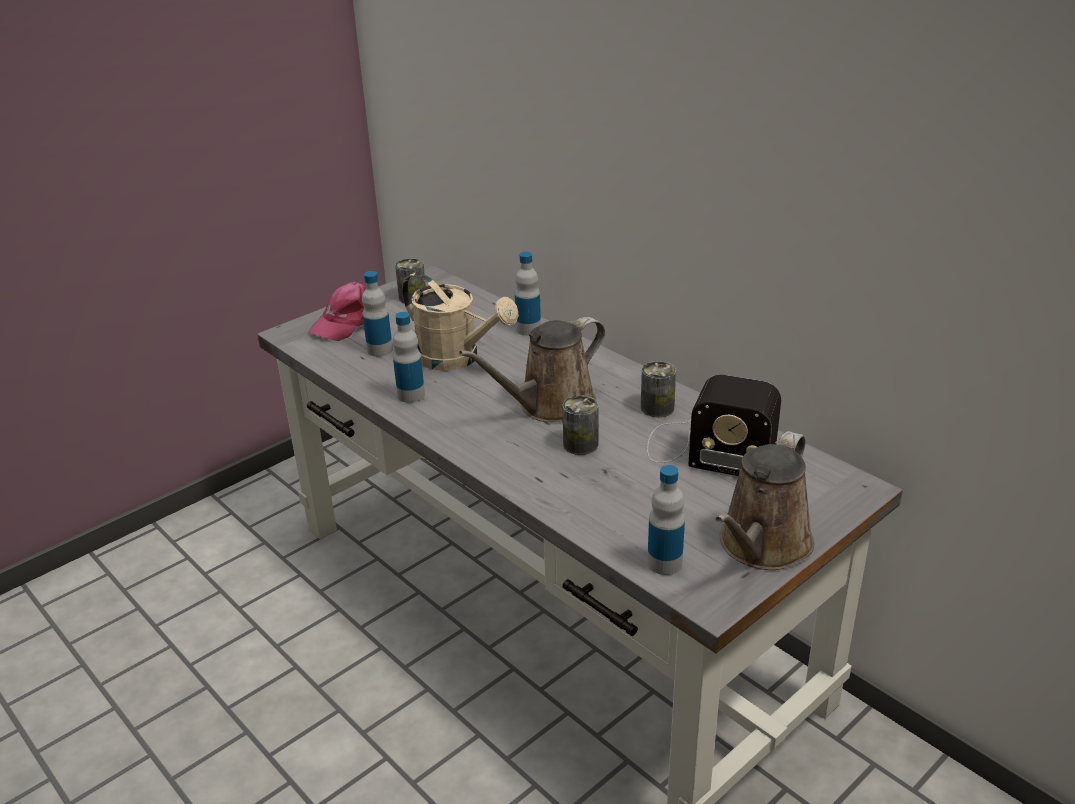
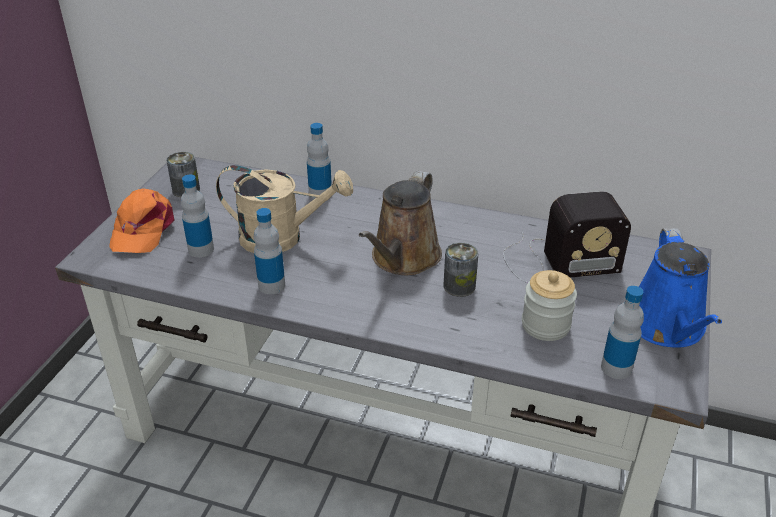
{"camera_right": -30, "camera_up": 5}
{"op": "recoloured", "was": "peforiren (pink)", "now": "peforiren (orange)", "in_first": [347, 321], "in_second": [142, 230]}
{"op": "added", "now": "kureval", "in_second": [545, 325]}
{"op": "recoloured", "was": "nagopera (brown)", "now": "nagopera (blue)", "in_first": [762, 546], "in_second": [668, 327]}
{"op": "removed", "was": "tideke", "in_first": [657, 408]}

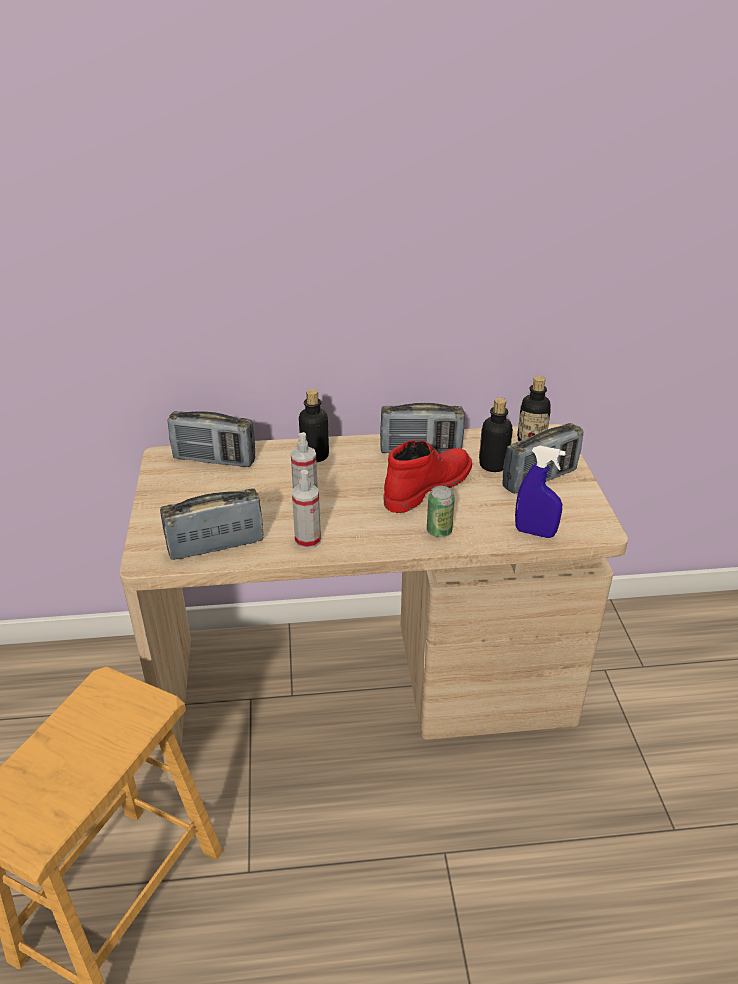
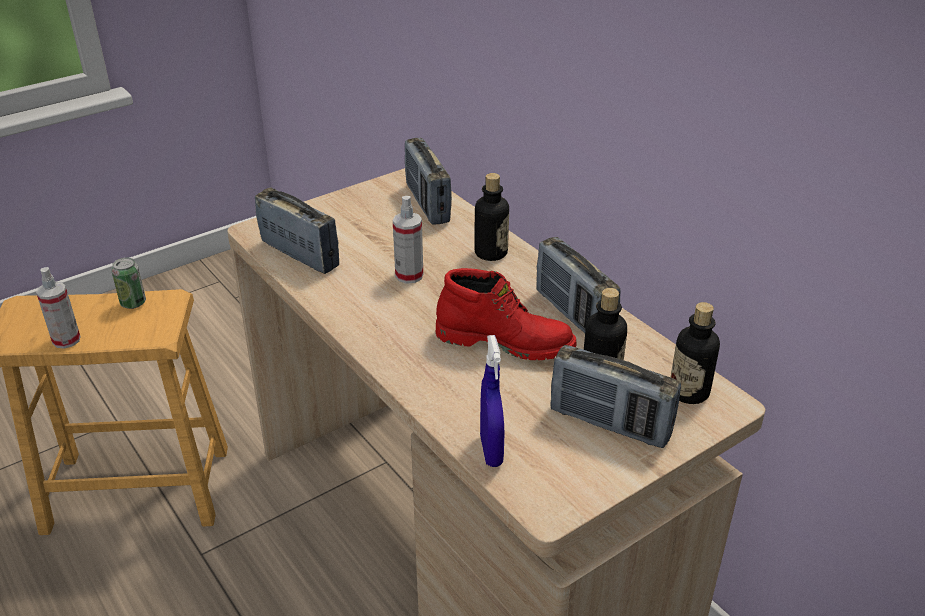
{"camera_right": 60, "camera_up": 0}
{"op": "moved", "was": "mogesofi", "in_first": [308, 540], "in_second": [66, 340]}
{"op": "moved", "was": "tideke", "in_first": [439, 531], "in_second": [133, 303]}

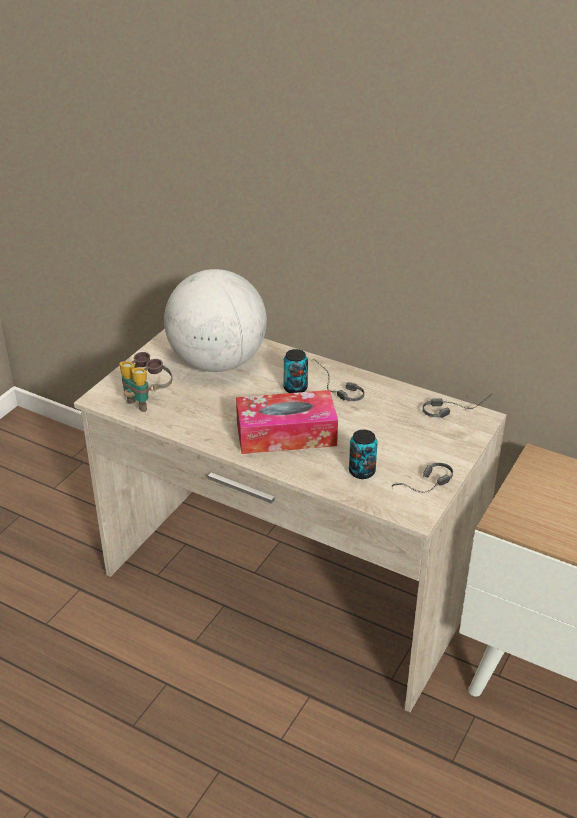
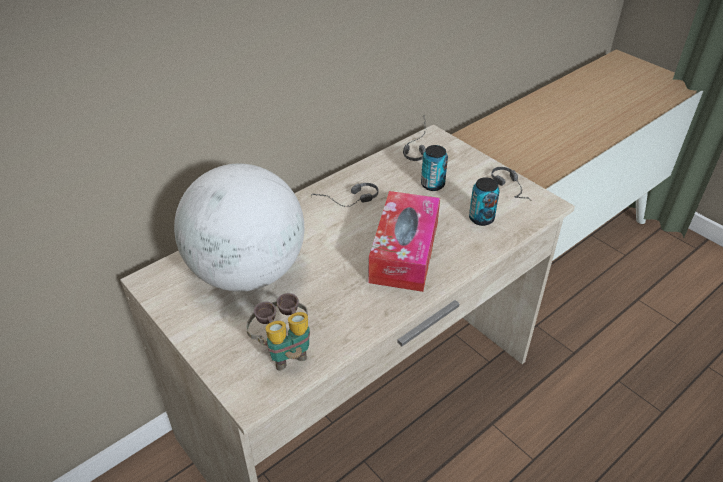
{"camera_right": -70, "camera_up": 5}
{"op": "moved", "was": "tideke", "in_first": [295, 388], "in_second": [432, 184]}

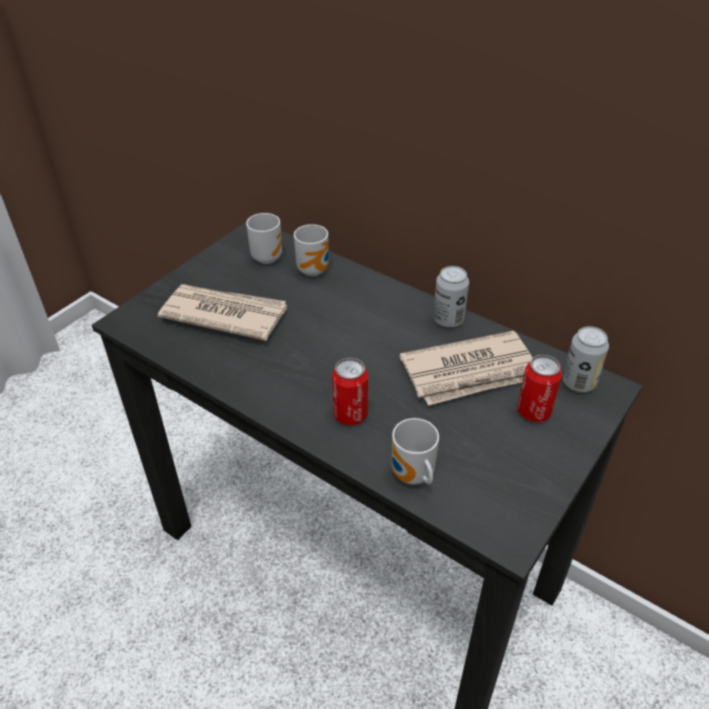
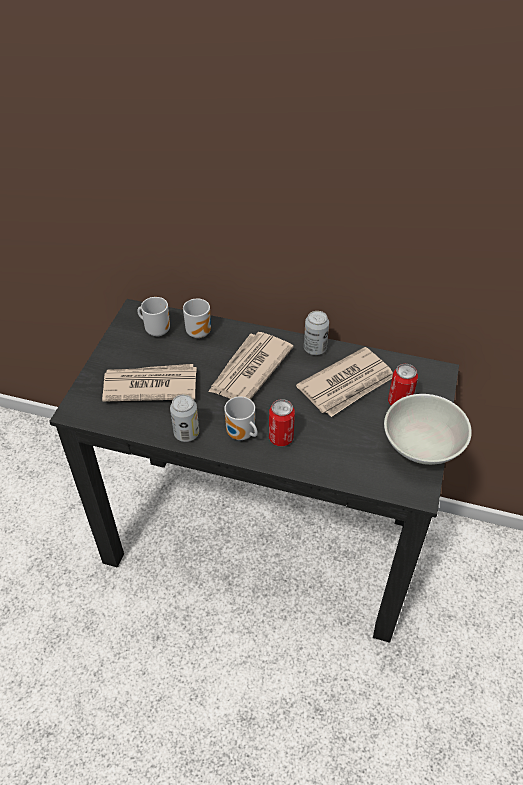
{"camera_right": -20, "camera_up": 5}
{"op": "moved", "was": "tideke", "in_first": [578, 382], "in_second": [186, 433]}
{"op": "added", "now": "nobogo", "in_second": [249, 370]}
{"op": "moved", "was": "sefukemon", "in_first": [412, 477], "in_second": [241, 435]}
{"op": "added", "now": "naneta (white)", "in_second": [422, 451]}

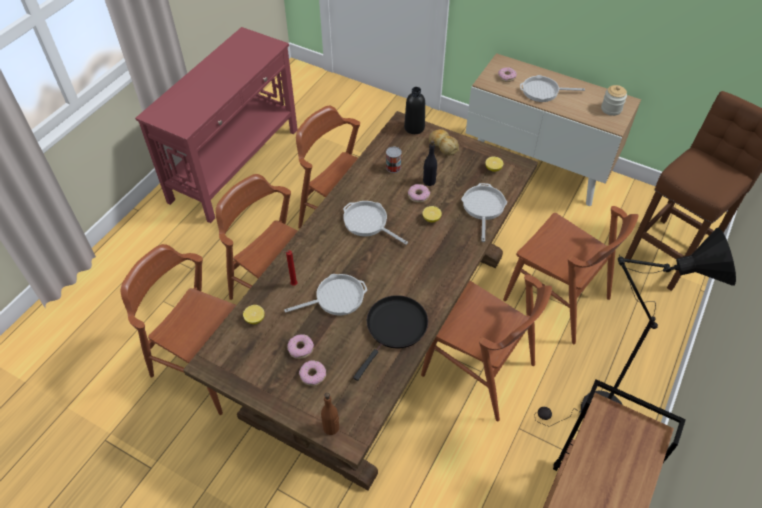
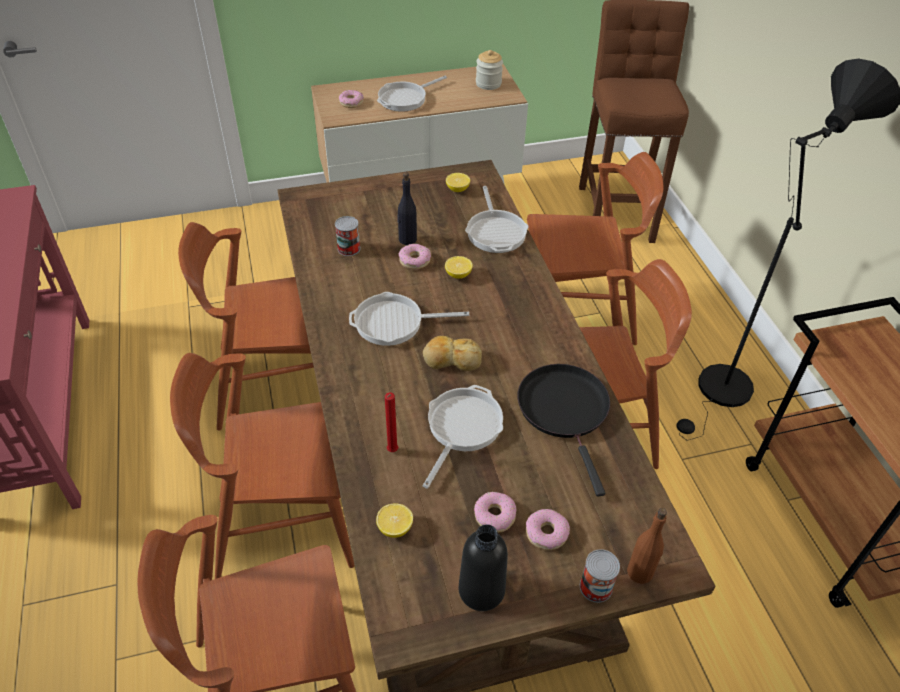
{"camera_right": -45, "camera_up": -5}
{"op": "moved", "was": "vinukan", "in_first": [443, 145], "in_second": [452, 360]}
{"op": "moved", "was": "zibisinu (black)", "in_first": [414, 128], "in_second": [481, 590]}
{"op": "turned", "was": "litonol", "in_first": [483, 207], "in_second": [495, 231], "clockwise": -150}
{"op": "added", "now": "tideke", "in_second": [596, 587]}

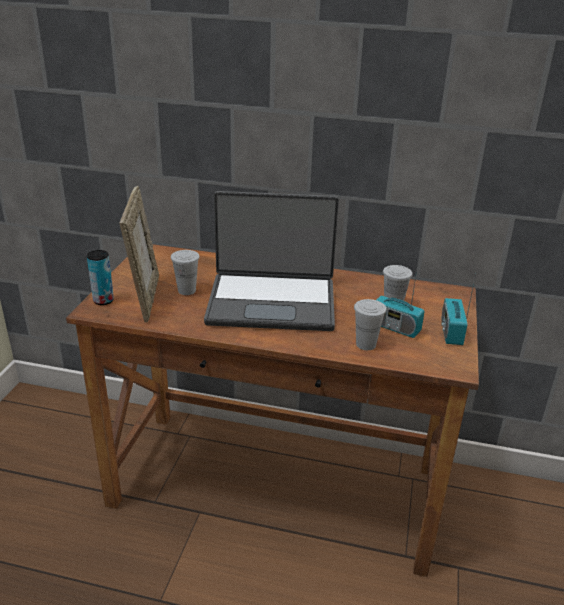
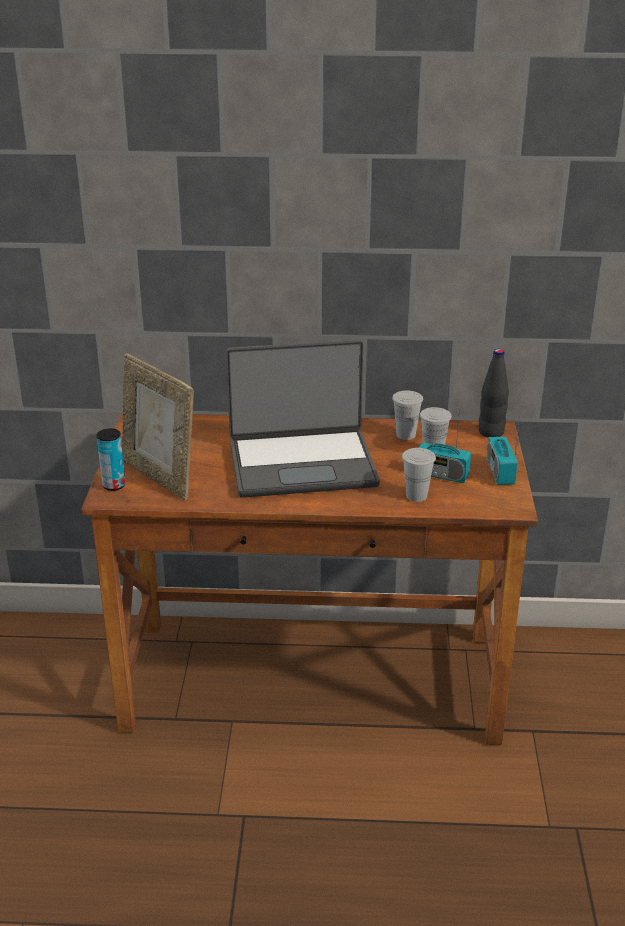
{"camera_right": -10, "camera_up": 0}
{"op": "turned", "was": "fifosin", "in_first": [145, 298], "in_second": [160, 477], "clockwise": 150}
{"op": "moved", "was": "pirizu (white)", "in_first": [186, 290], "in_second": [405, 435]}
{"op": "added", "now": "zibisinu (black)", "in_second": [491, 432]}

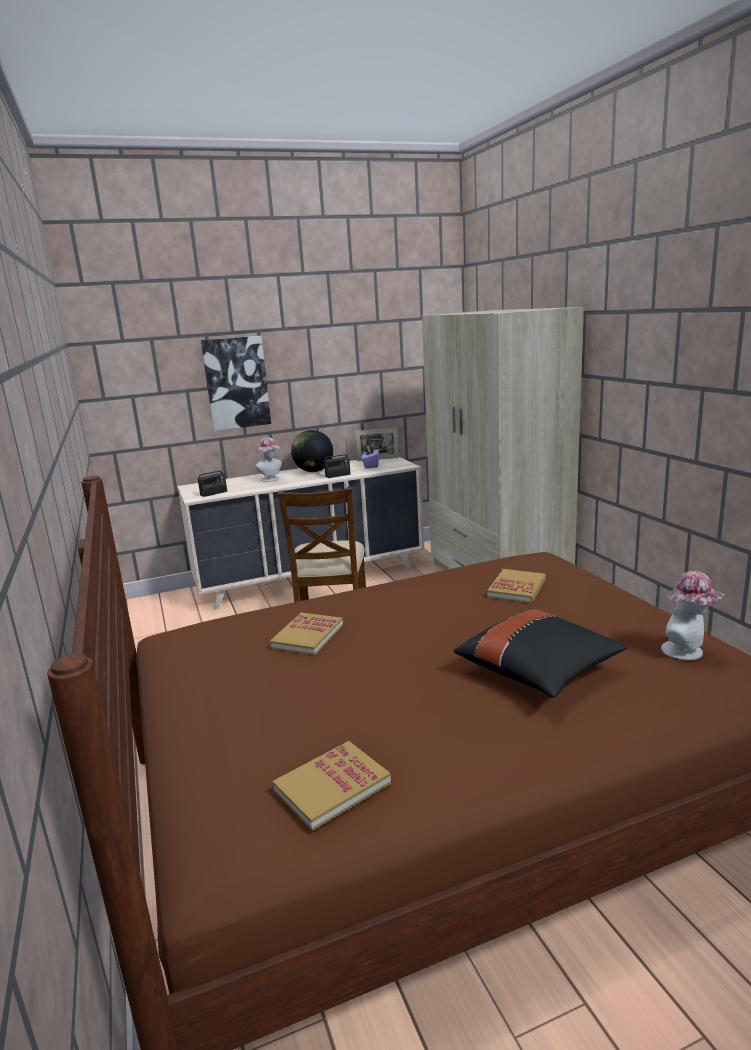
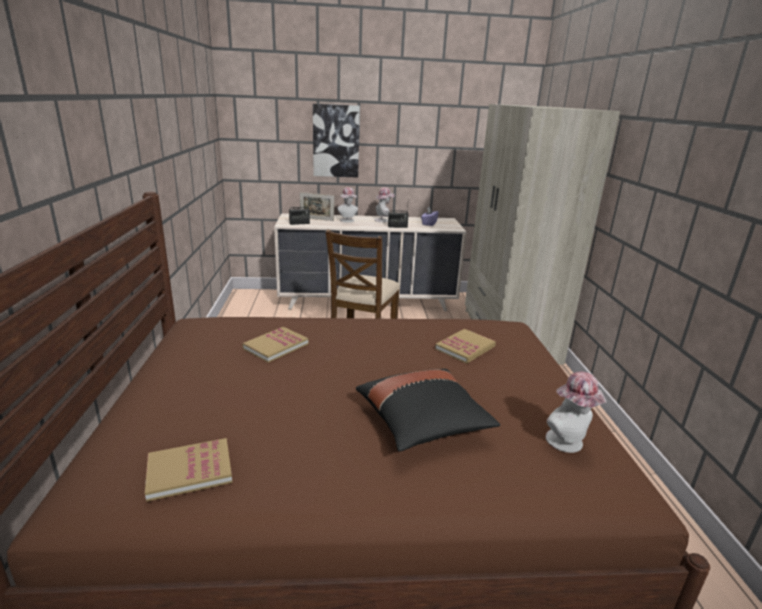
{"camera_right": 15, "camera_up": 5}
{"op": "moved", "was": "fifosin", "in_first": [378, 459], "in_second": [317, 219]}
{"op": "replaced", "was": "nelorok", "now": "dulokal", "in_first": [314, 471], "in_second": [383, 220]}

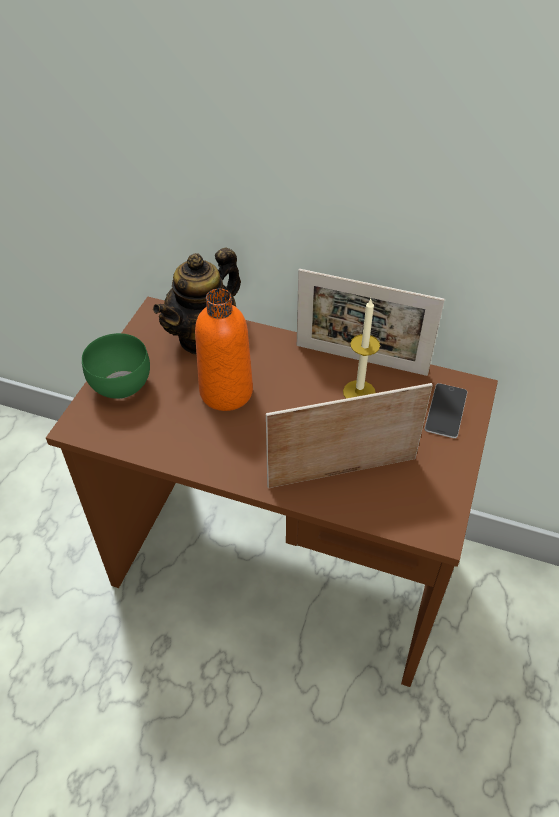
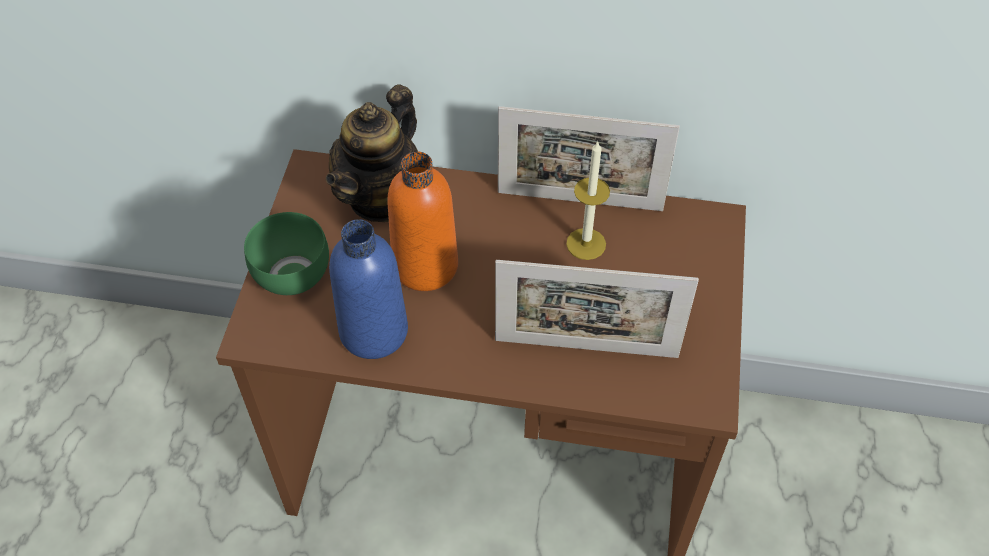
{"camera_right": -10, "camera_up": 5}
{"op": "added", "now": "zibisinu (blue)", "in_second": [373, 331]}
{"op": "turned", "was": "fifosin", "in_first": [342, 472], "in_second": [586, 348], "clockwise": -150}
{"op": "removed", "was": "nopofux", "in_first": [446, 410]}

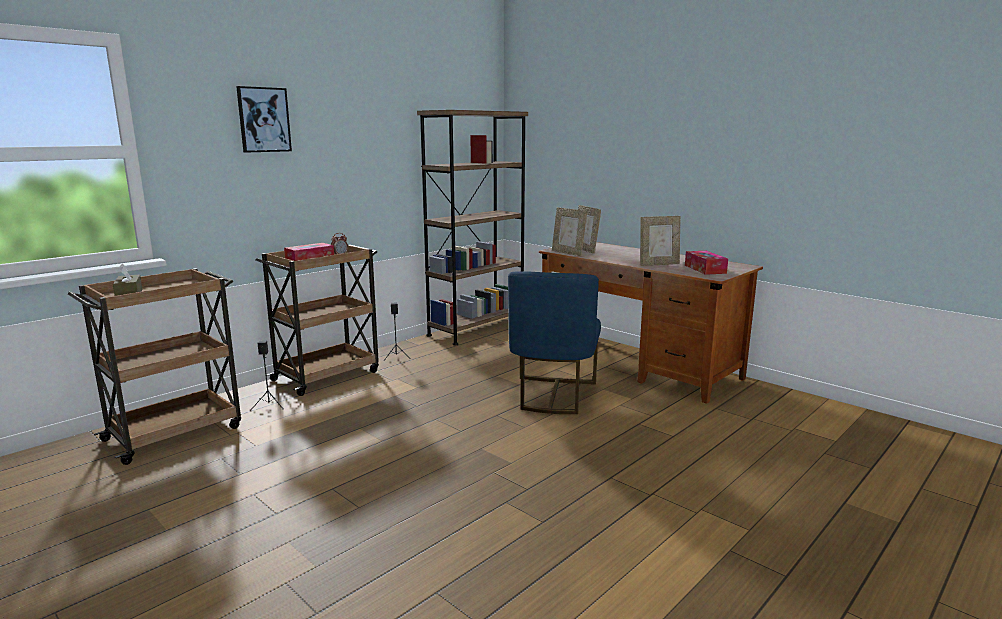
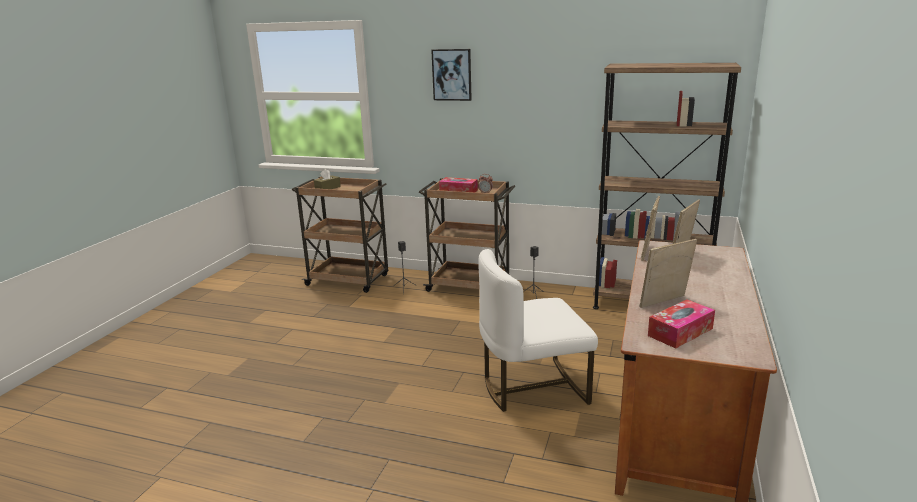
{"camera_right": 65, "camera_up": 5}
{"op": "recoloured", "was": "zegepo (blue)", "now": "zegepo (white)", "in_first": [553, 395], "in_second": [532, 387]}
{"op": "turned", "was": "fifosin", "in_first": [658, 264], "in_second": [664, 303], "clockwise": 105}

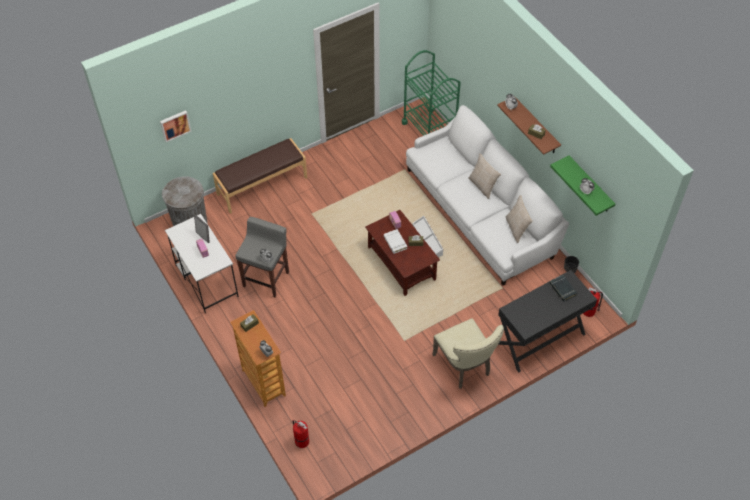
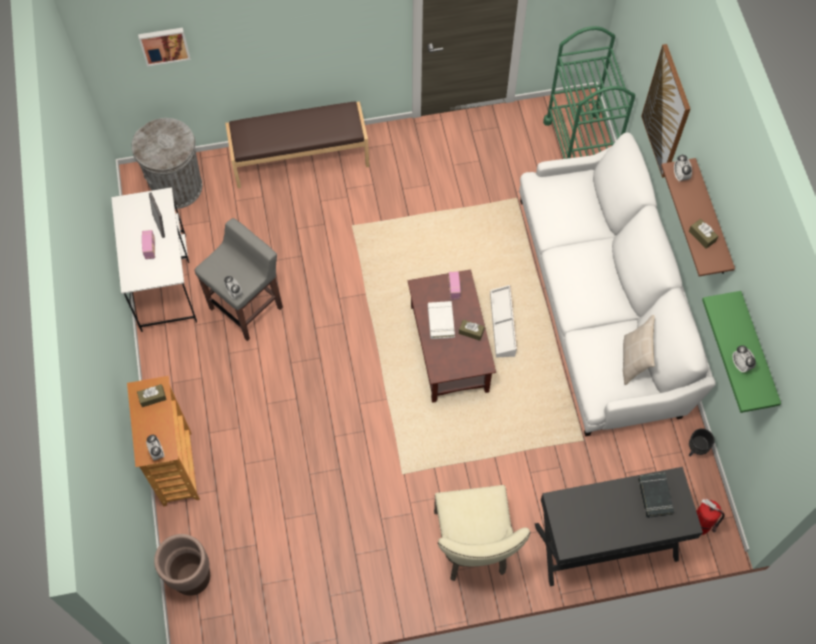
{"camera_right": 20, "camera_up": 10}
{"op": "replaced", "was": "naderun", "now": "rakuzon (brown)", "in_first": [301, 441], "in_second": [192, 578]}
{"op": "added", "now": "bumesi", "in_second": [666, 112]}
{"op": "removed", "was": "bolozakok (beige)", "in_first": [482, 186]}

